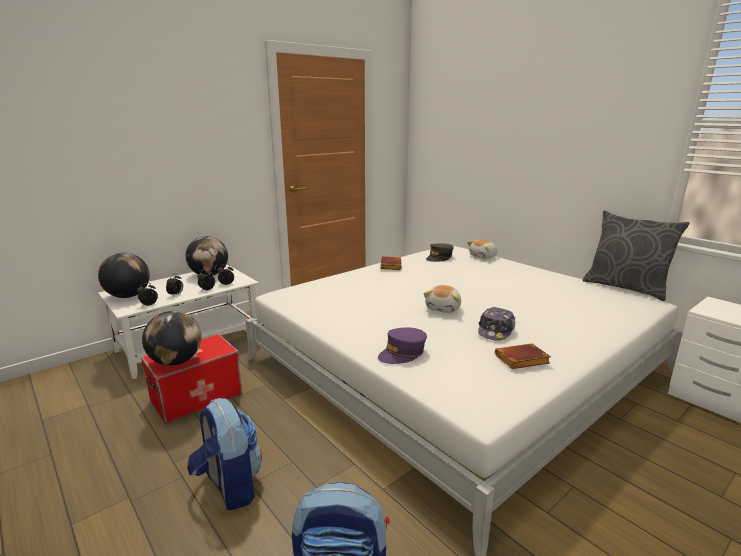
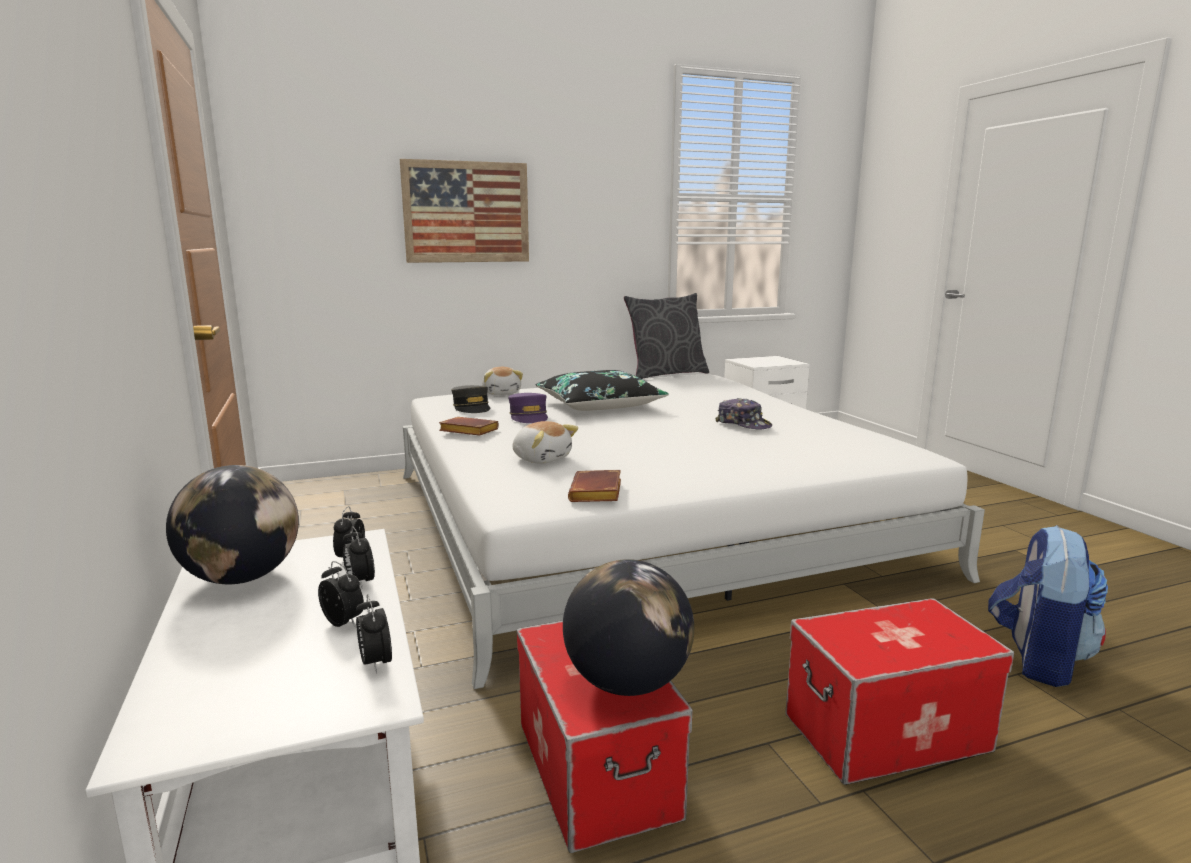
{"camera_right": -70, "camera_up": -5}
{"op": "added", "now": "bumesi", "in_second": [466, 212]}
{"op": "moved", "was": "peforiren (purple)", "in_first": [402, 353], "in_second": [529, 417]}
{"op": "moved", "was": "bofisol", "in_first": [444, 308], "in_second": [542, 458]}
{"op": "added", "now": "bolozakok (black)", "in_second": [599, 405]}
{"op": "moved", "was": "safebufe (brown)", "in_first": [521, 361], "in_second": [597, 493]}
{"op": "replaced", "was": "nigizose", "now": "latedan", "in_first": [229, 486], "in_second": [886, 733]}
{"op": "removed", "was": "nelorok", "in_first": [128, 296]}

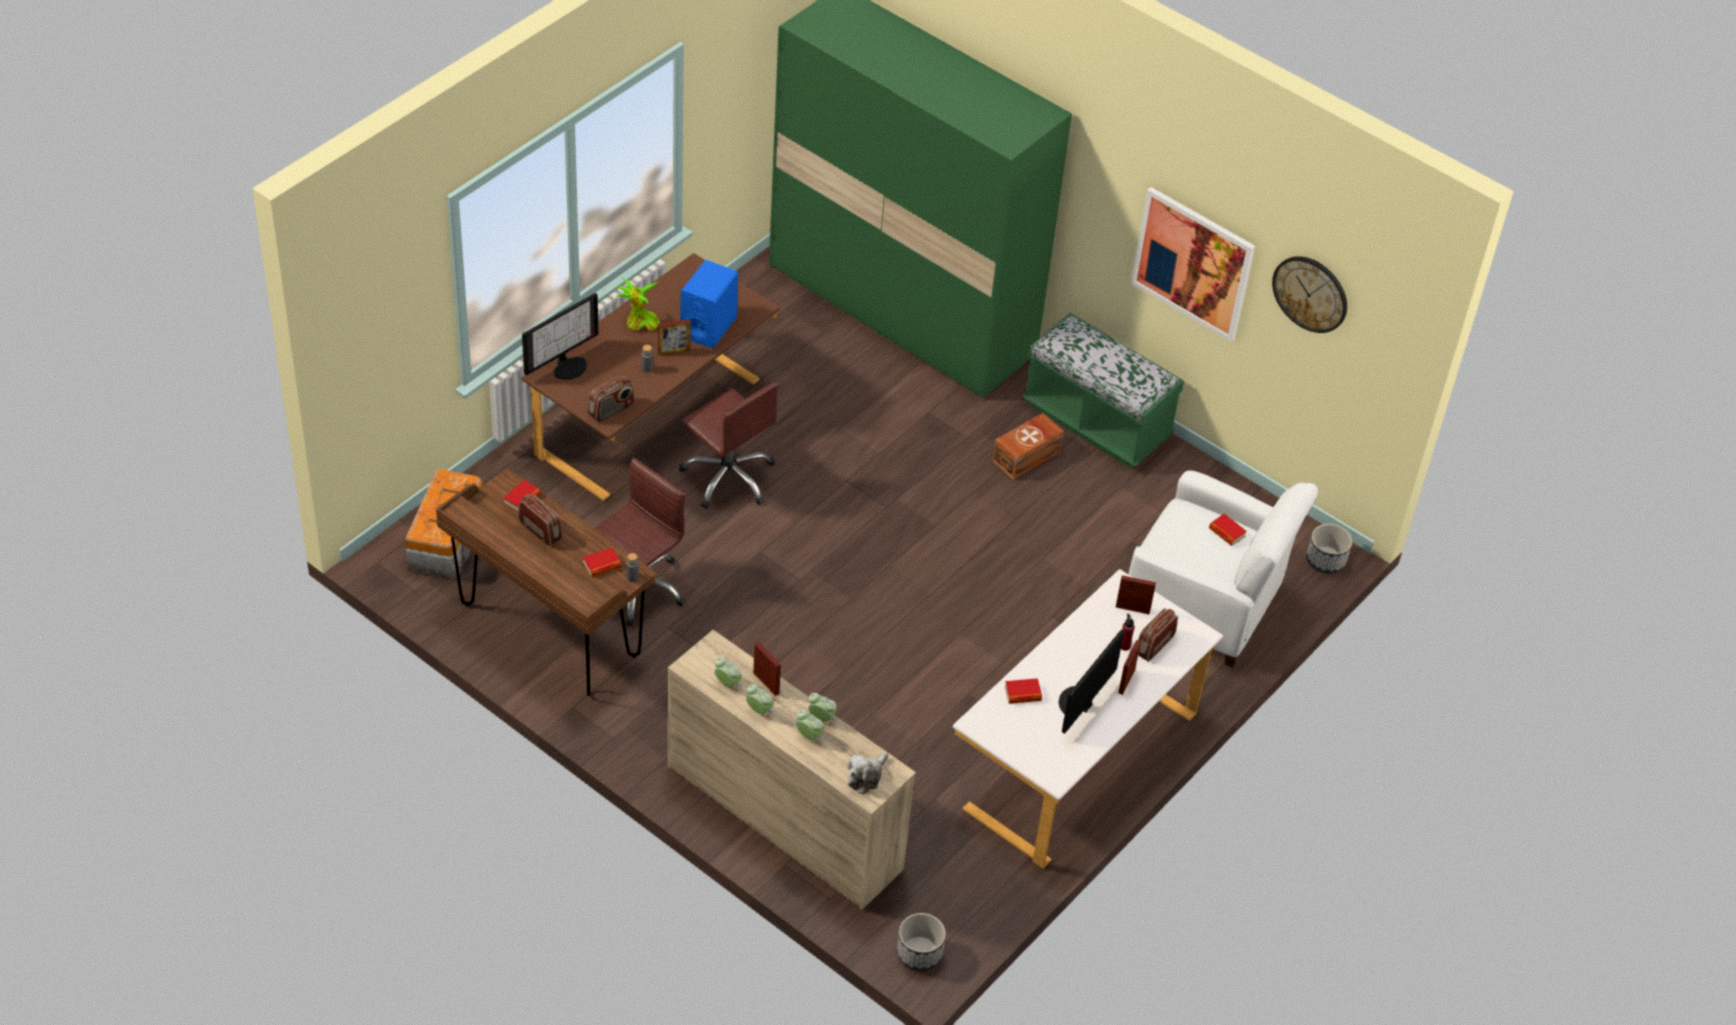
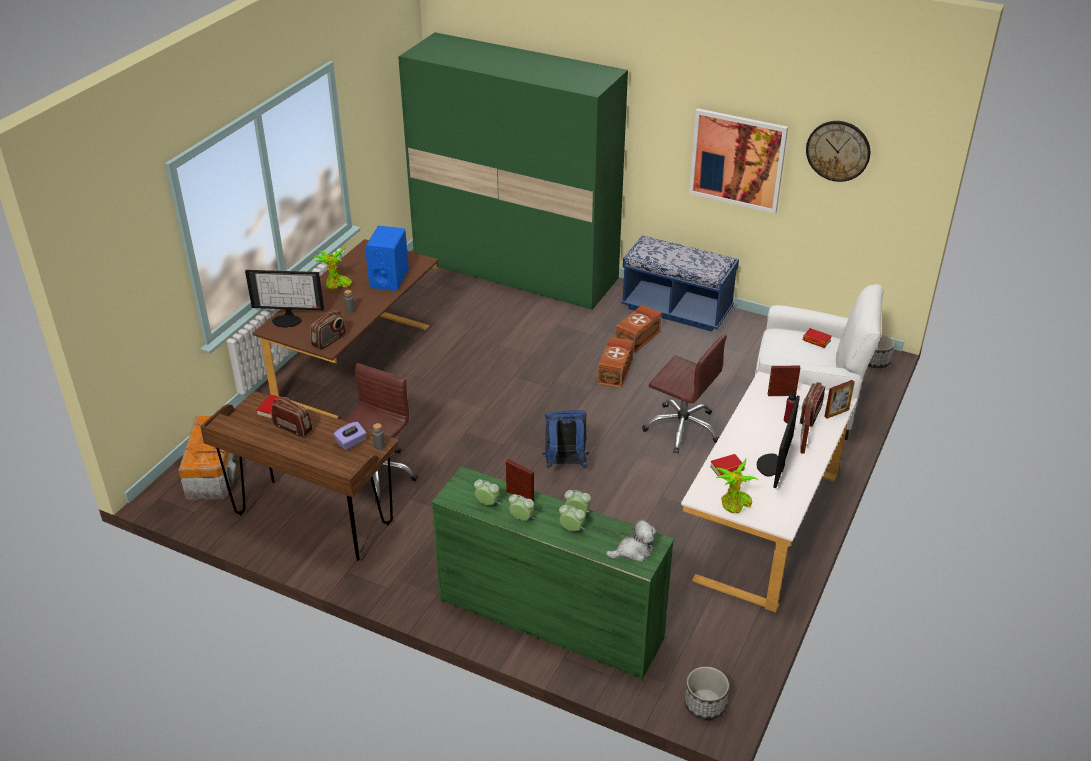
{"camera_right": -10, "camera_up": -10}
{"op": "turned", "was": "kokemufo", "in_first": [568, 366], "in_second": [288, 319], "clockwise": 60}
{"op": "replaced", "was": "safebufe", "now": "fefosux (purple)", "in_first": [602, 565], "in_second": [351, 443]}
{"op": "recoloured", "was": "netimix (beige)", "now": "netimix (green)", "in_first": [784, 816], "in_second": [550, 618]}
{"op": "added", "now": "nigizose (blue)", "in_second": [565, 464]}
{"op": "added", "now": "latedan (brown)", "in_second": [616, 371]}
{"op": "turned", "was": "bofisol", "in_first": [866, 777], "in_second": [633, 551], "clockwise": -135}
{"op": "recoloured", "was": "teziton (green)", "now": "teziton (blue)", "in_first": [1096, 422], "in_second": [676, 309]}
{"op": "moved", "was": "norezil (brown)", "in_first": [729, 477], "in_second": [682, 428]}
{"op": "added", "now": "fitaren", "in_second": [734, 505]}
{"op": "moved", "was": "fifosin", "in_first": [674, 352], "in_second": [836, 413]}

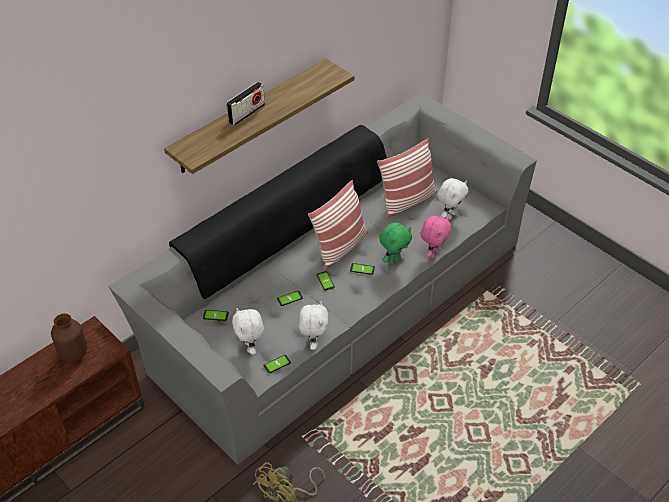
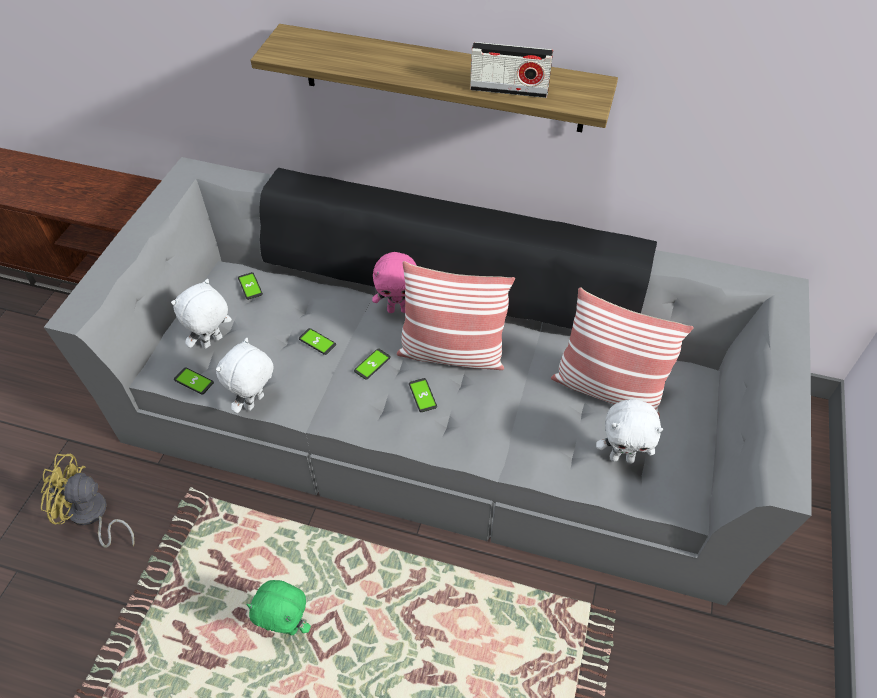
{"camera_right": 60, "camera_up": 5}
{"op": "turned", "was": "bofisol (white)", "in_first": [313, 342], "in_second": [255, 403], "clockwise": 150}
{"op": "moved", "was": "bofisol (green)", "in_first": [394, 260], "in_second": [287, 626]}
{"op": "moved", "was": "bofisol (pink)", "in_first": [433, 253], "in_second": [398, 309]}
{"op": "moved", "was": "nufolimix", "in_first": [246, 113], "in_second": [509, 90]}
{"op": "removed", "was": "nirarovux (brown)", "in_first": [73, 353]}

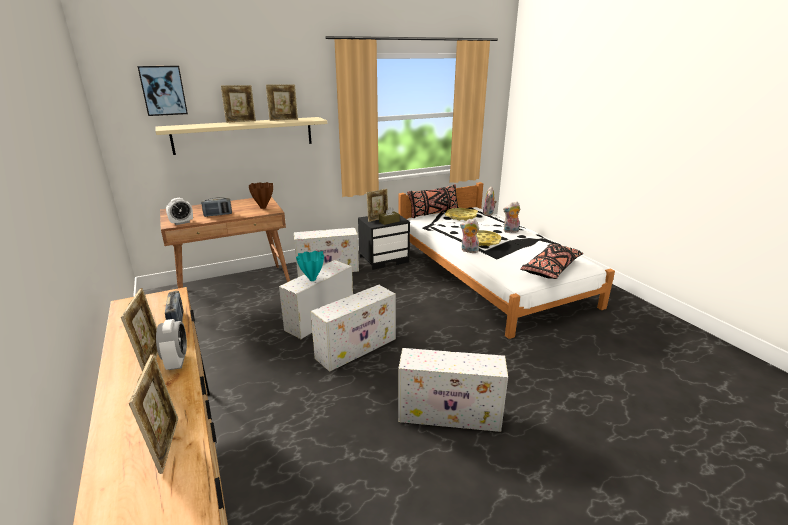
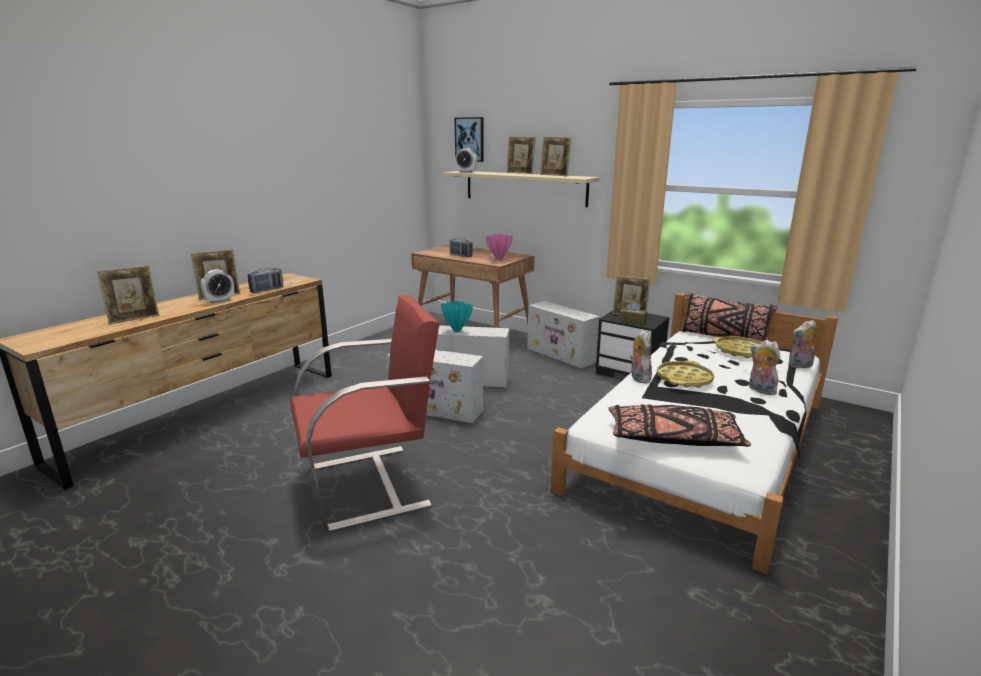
{"camera_right": 60, "camera_up": -5}
{"op": "replaced", "was": "latedan (white)", "now": "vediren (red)", "in_first": [450, 415], "in_second": [370, 485]}
{"op": "moved", "was": "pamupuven", "in_first": [182, 223], "in_second": [466, 172]}
{"op": "recoloured", "was": "nirarovux (brown)", "now": "nirarovux (pink)", "in_first": [263, 208], "in_second": [499, 260]}

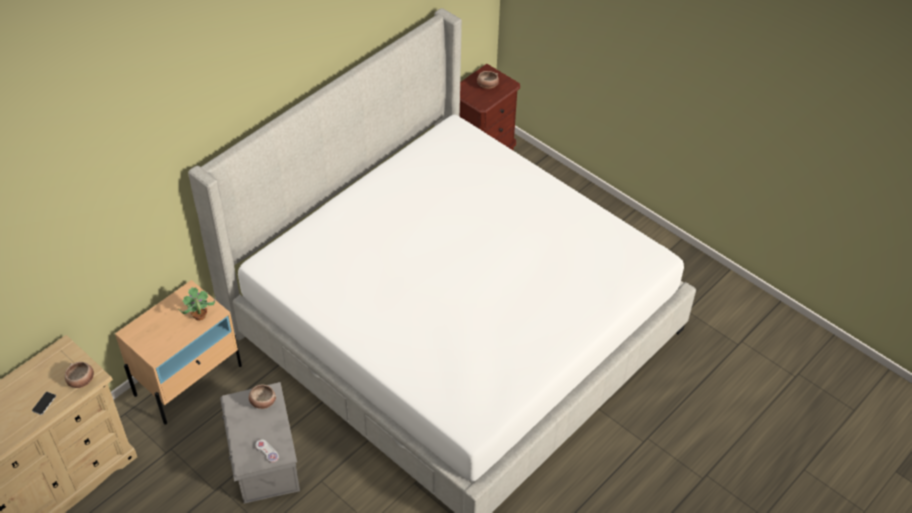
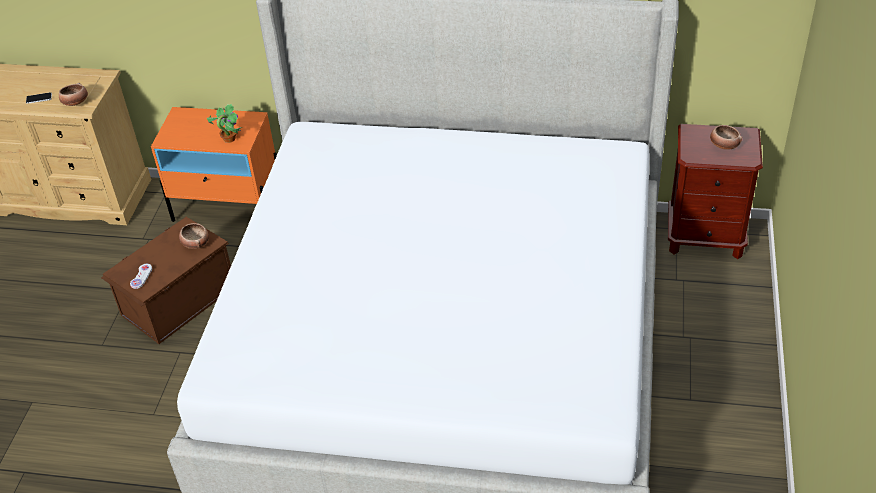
{"camera_right": 60, "camera_up": -5}
{"op": "recoloured", "was": "latedan (grey)", "now": "latedan (brown)", "in_first": [263, 459], "in_second": [177, 300]}
{"op": "recoloured", "was": "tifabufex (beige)", "now": "tifabufex (orange)", "in_first": [189, 380], "in_second": [229, 207]}

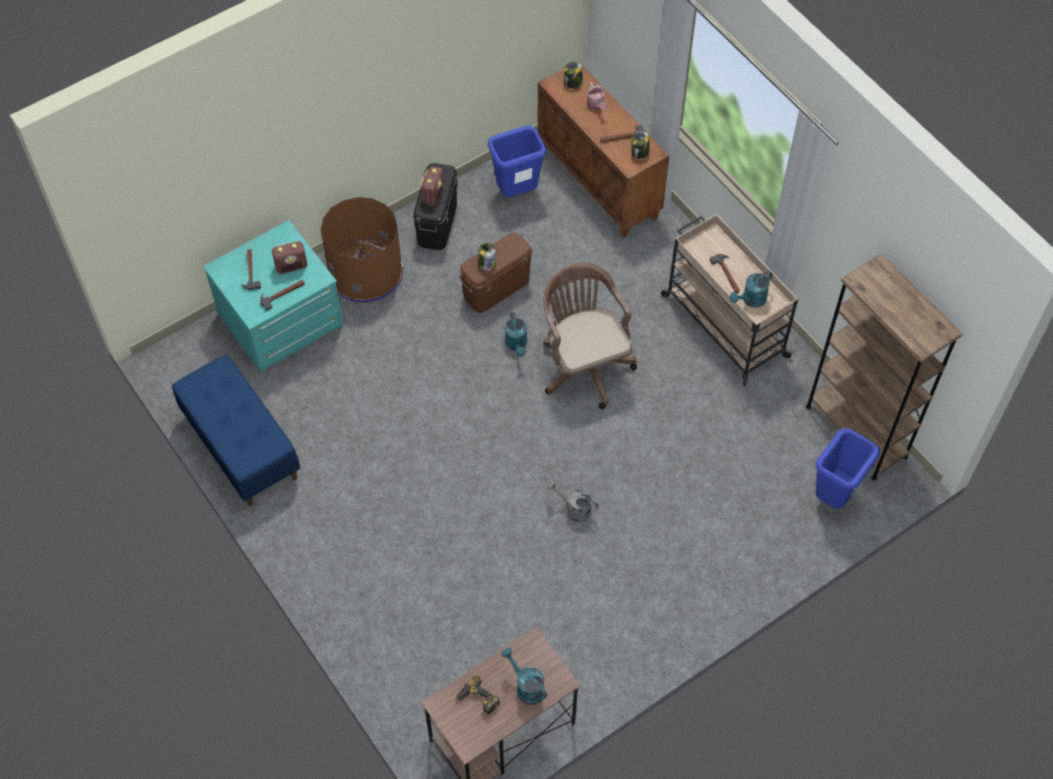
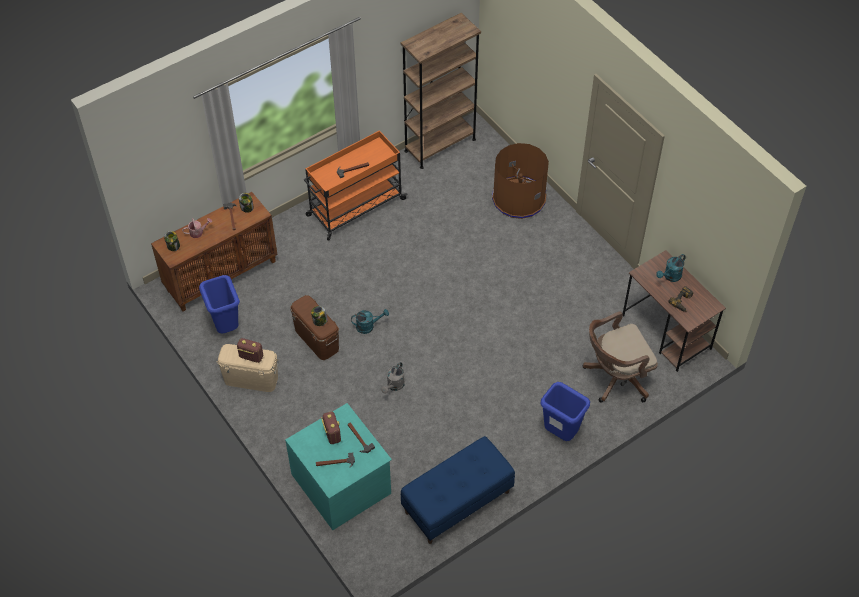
{"camera_right": -90, "camera_up": -5}
{"op": "recoloured", "was": "latedan (black)", "now": "latedan (beige)", "in_first": [437, 222], "in_second": [251, 379]}
{"op": "recoloured", "was": "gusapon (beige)", "now": "gusapon (orange)", "in_first": [723, 324], "in_second": [355, 208]}
{"op": "moved", "was": "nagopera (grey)", "in_first": [574, 509], "in_second": [394, 386]}
{"op": "moved", "was": "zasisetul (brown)", "in_first": [365, 272], "in_second": [519, 198]}
{"op": "moved", "was": "zasisetul (blue)", "in_first": [833, 496], "in_second": [561, 433]}
{"op": "moved", "was": "norezil (brown)", "in_first": [584, 364], "in_second": [615, 378]}
{"op": "removed", "was": "nagopera (turquoise)", "in_first": [751, 300]}

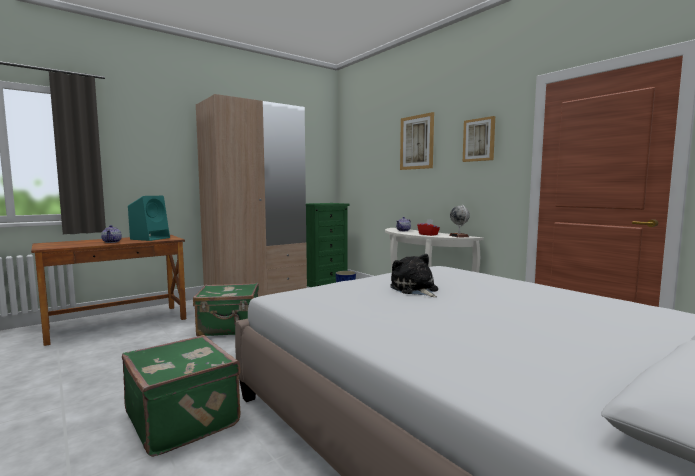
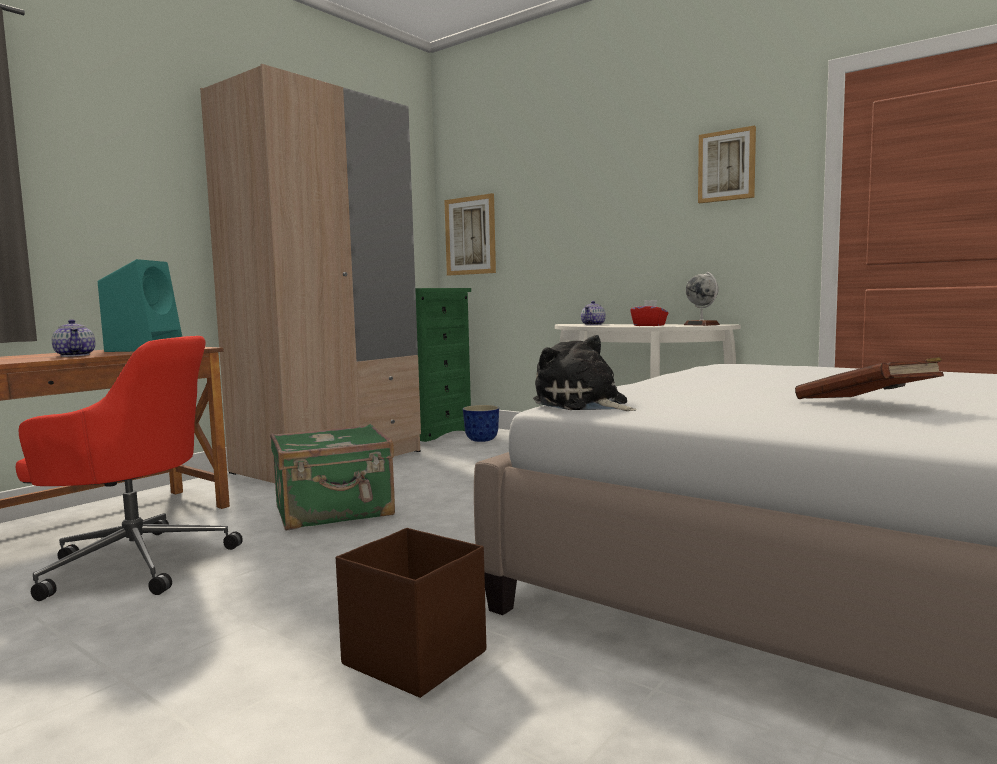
{"camera_right": -15, "camera_up": 0}
{"op": "added", "now": "norezil (red)", "in_second": [135, 563]}
{"op": "replaced", "was": "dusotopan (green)", "now": "latedan (brown)", "in_first": [184, 418], "in_second": [414, 657]}
{"op": "moved", "was": "bumesi", "in_first": [416, 142], "in_second": [470, 235]}
{"op": "moved", "was": "bofisol", "in_first": [415, 289], "in_second": [583, 404]}
{"op": "added", "now": "safebufe (brown)", "in_second": [865, 405]}

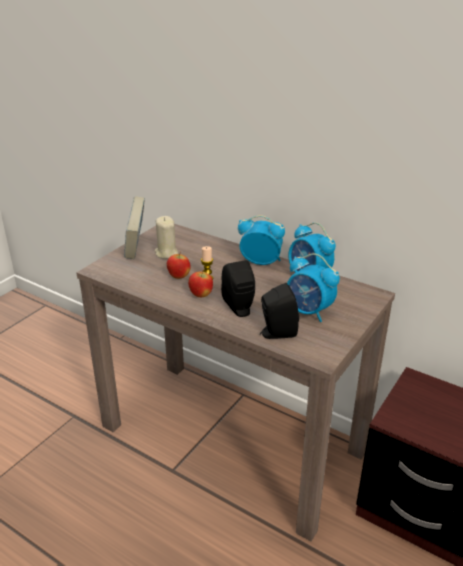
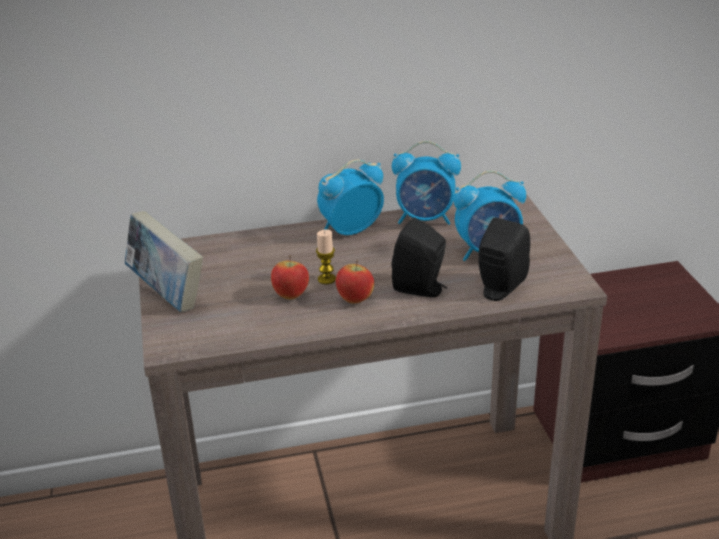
{"camera_right": -45, "camera_up": 0}
{"op": "removed", "was": "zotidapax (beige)", "in_first": [166, 253]}

